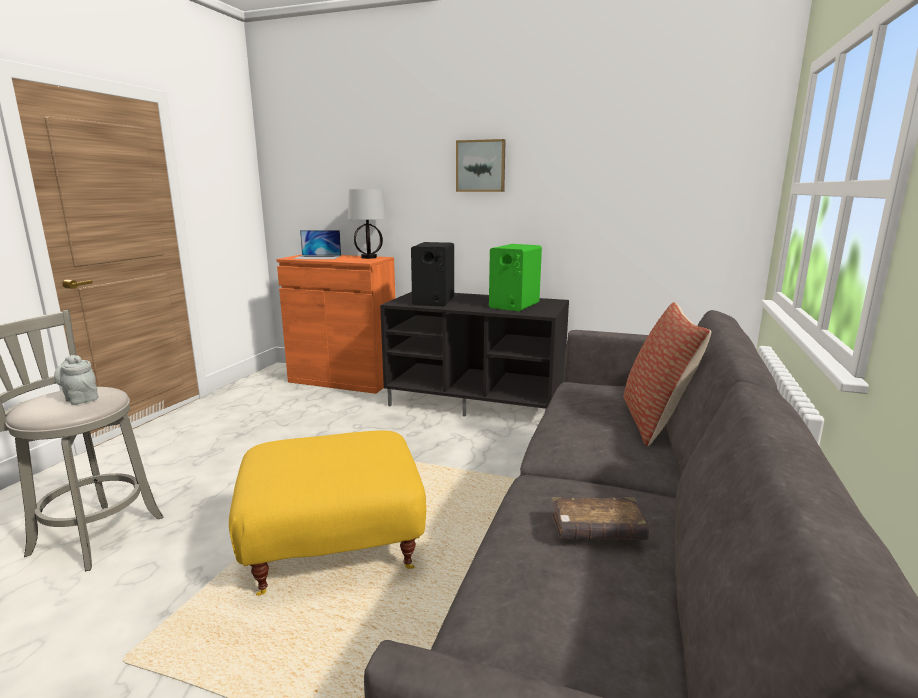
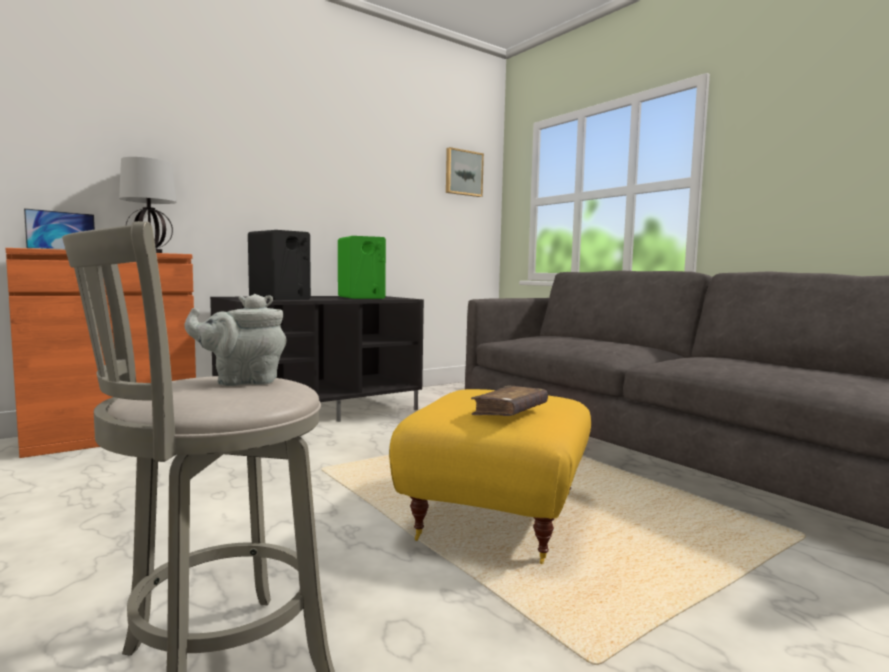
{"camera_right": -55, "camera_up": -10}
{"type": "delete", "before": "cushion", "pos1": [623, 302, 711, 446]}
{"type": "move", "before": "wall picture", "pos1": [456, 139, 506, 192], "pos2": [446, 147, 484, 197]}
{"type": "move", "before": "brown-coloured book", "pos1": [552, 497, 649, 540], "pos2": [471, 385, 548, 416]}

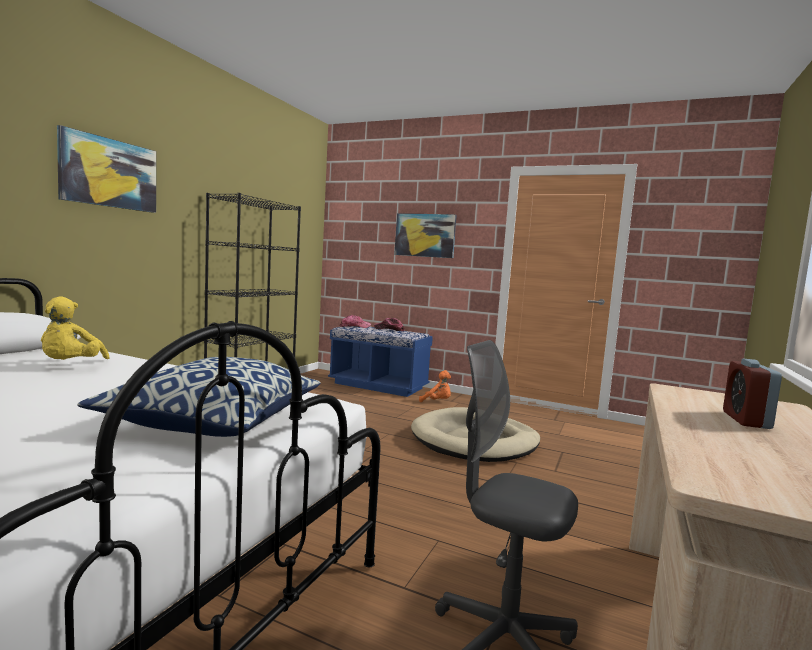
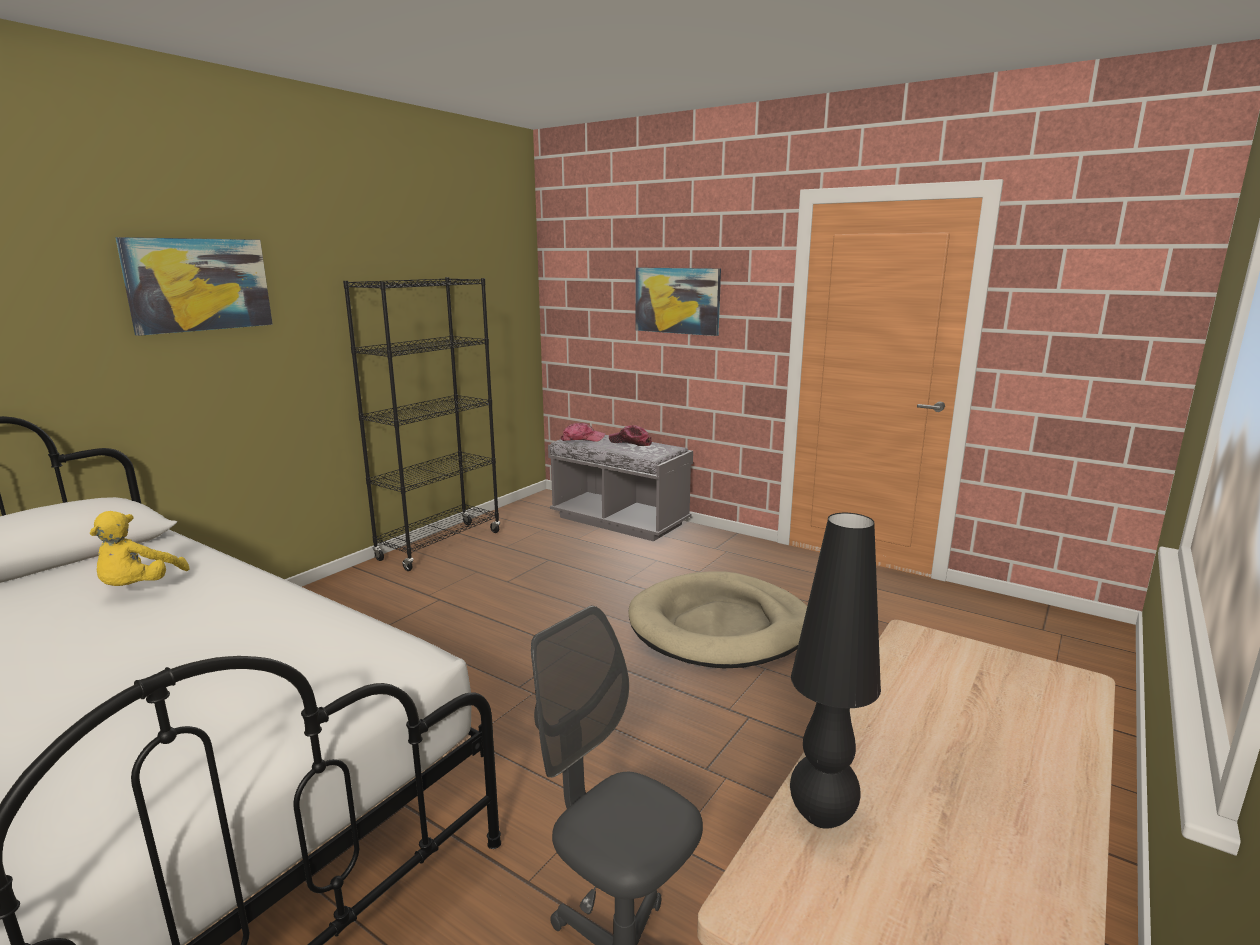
{"camera_right": 10, "camera_up": 10}
{"type": "delete", "before": "cushion", "pos1": [77, 357, 321, 437]}
{"type": "delete", "before": "orangey plush toy", "pos1": [419, 370, 451, 402]}
{"type": "delete", "before": "table clock", "pos1": [723, 359, 782, 429]}
{"type": "insert", "after": "black-coloured tabletop lamp", "pos2": [790, 513, 881, 829]}
{"type": "recolor", "before": "blue bench", "after": "greyish bench", "pos1": [328, 326, 433, 397], "pos2": [548, 435, 693, 541]}

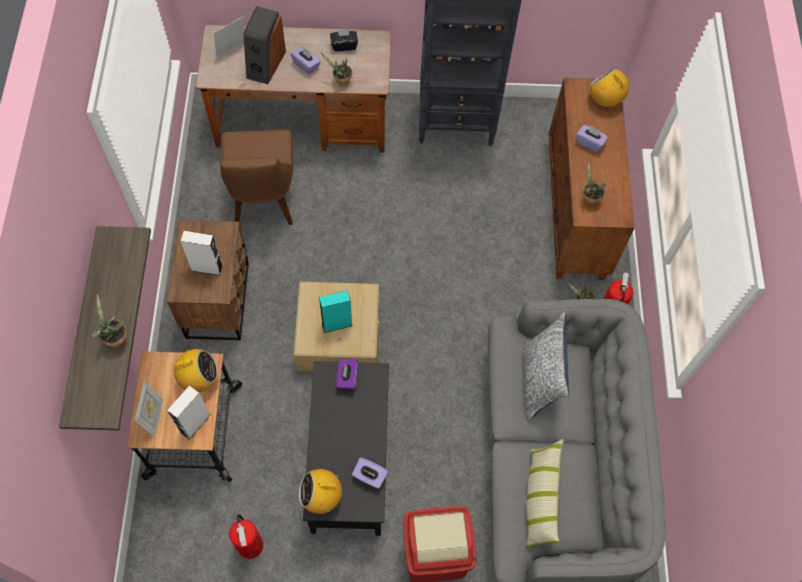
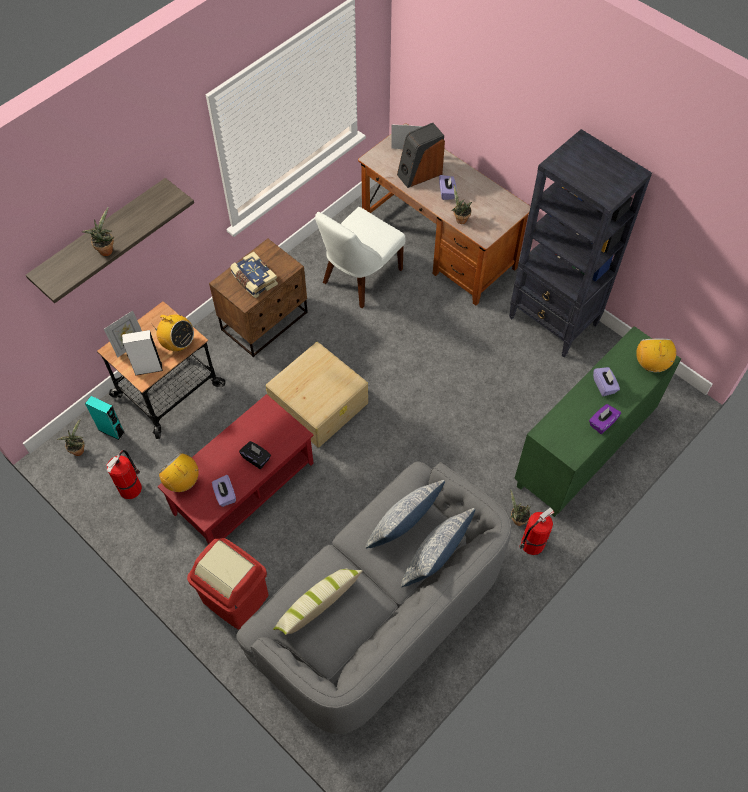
{"camera_right": 45, "camera_up": -5}
{"type": "insert", "after": "cushion", "pos2": [401, 508, 475, 587]}
{"type": "move", "before": "blue-green loudspeaker", "pos1": [319, 290, 352, 333], "pos2": [85, 396, 125, 440]}
{"type": "move", "before": "black-coloured box of tissues", "pos1": [330, 29, 358, 51], "pos2": [239, 441, 271, 469]}
{"type": "move", "before": "purple-coloured box of tissues", "pos1": [336, 359, 358, 390], "pos2": [589, 404, 621, 434]}
{"type": "move", "before": "potted plant", "pos1": [582, 161, 607, 206], "pos2": [57, 418, 85, 456]}
{"type": "replace", "before": "white-coloured loudspeaker", "after": "book", "pos1": [181, 231, 223, 276], "pos2": [230, 252, 278, 298]}
{"type": "recolor", "before": "brown-coloured upright chair", "after": "white-coloured upright chair", "pos1": [220, 130, 293, 225], "pos2": [315, 207, 405, 308]}
{"type": "recolor", "before": "black-coloured lounge table", "after": "reddish lounge table", "pos1": [303, 361, 389, 536], "pos2": [158, 394, 314, 545]}
{"type": "recolor", "before": "brown-coloured cupboard", "after": "green-coloured cupboard", "pos1": [549, 78, 635, 280], "pos2": [514, 326, 681, 517]}

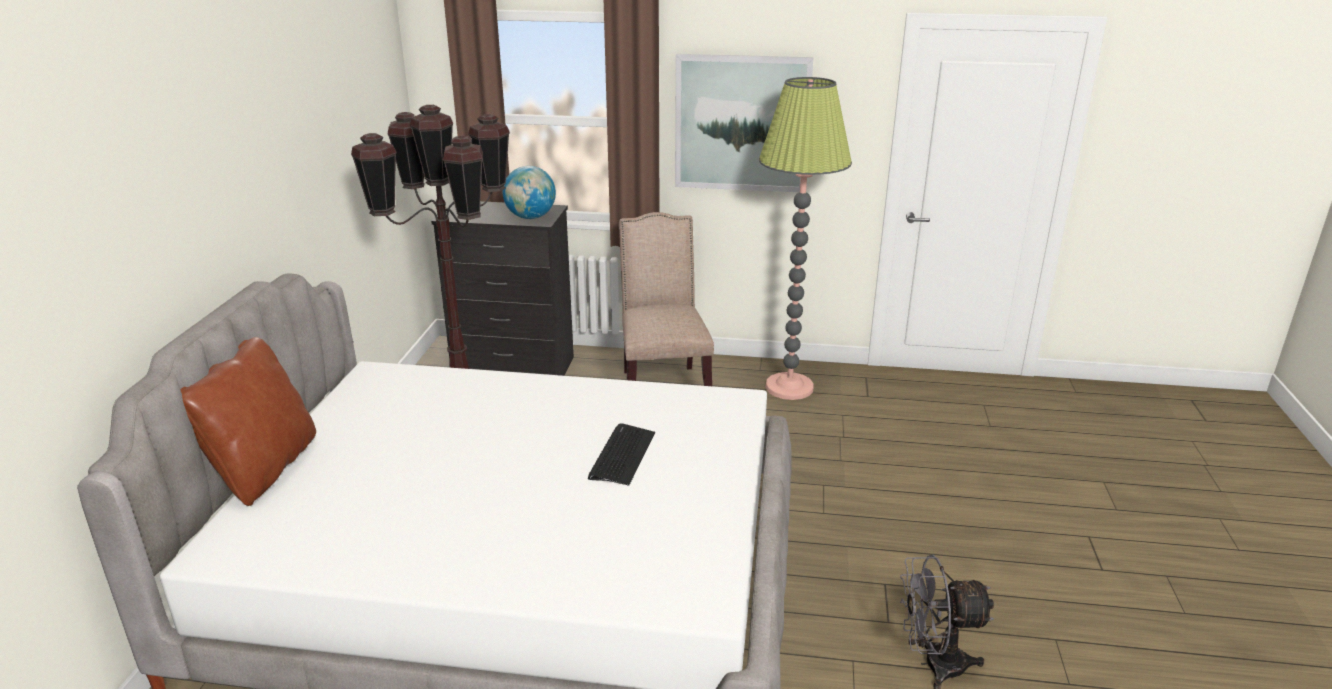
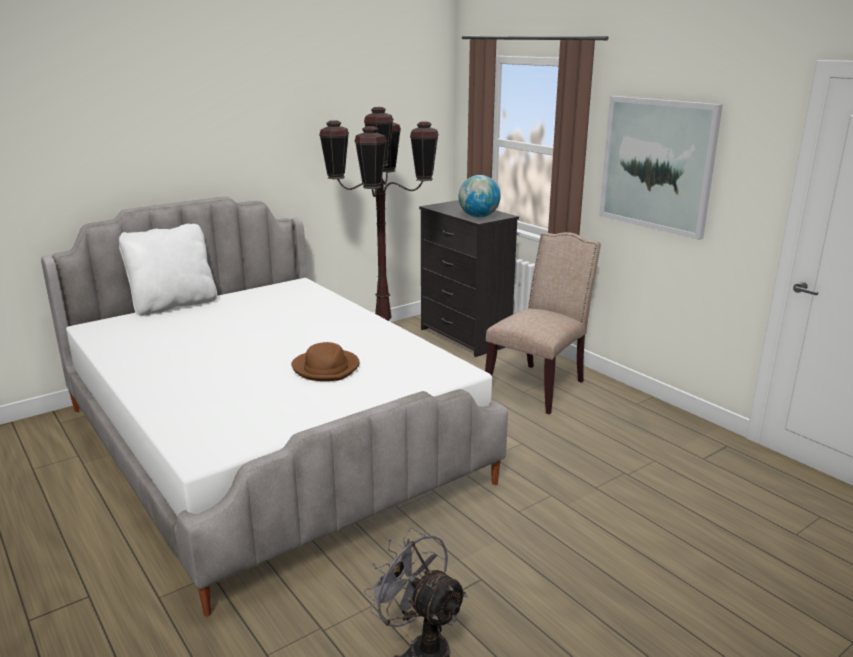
{"camera_right": 45, "camera_up": -5}
{"type": "delete", "before": "standing lamp", "pos1": [759, 77, 852, 400]}
{"type": "replace", "before": "PC keyboard", "after": "brown-coloured hat", "pos1": [588, 423, 655, 486], "pos2": [291, 342, 359, 381]}
{"type": "recolor", "before": "brown-coloured cushion", "after": "white-coloured cushion", "pos1": [180, 337, 316, 506], "pos2": [119, 224, 217, 316]}

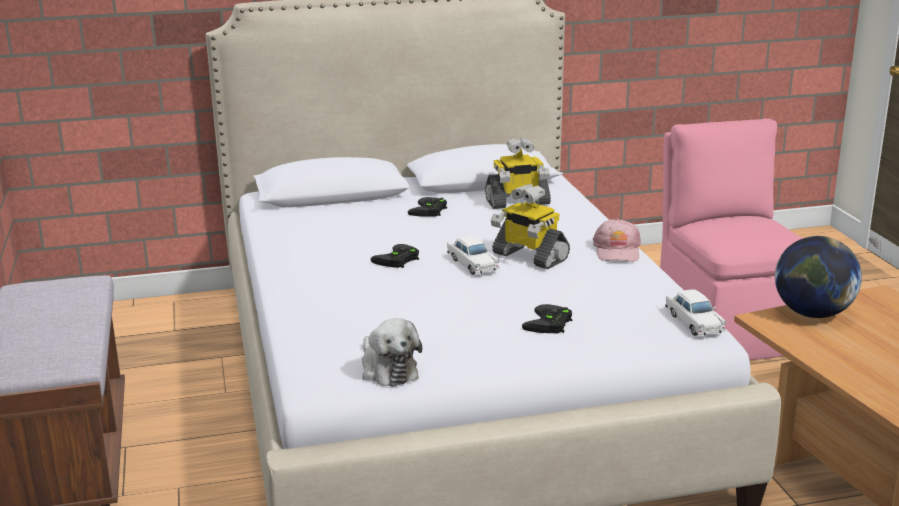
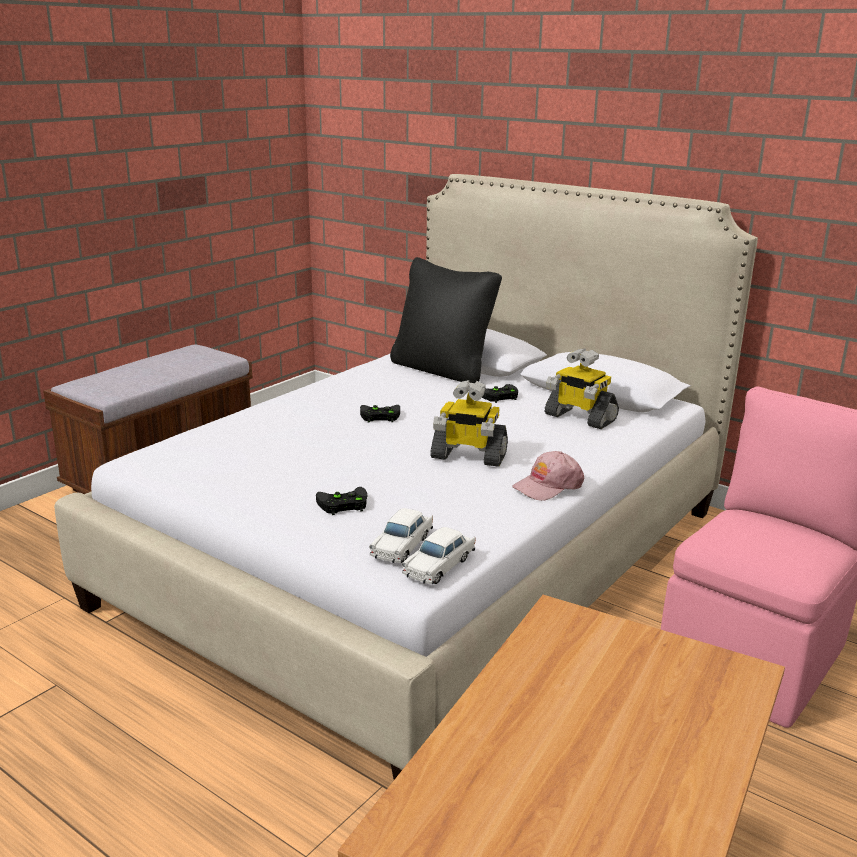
{"camera_right": 50, "camera_up": 0}
{"type": "delete", "before": "plush toy", "pos1": [362, 318, 422, 387]}
{"type": "delete", "before": "world globe", "pos1": [775, 236, 862, 318]}
{"type": "insert", "after": "black-coloured cushion", "pos2": [390, 257, 502, 383]}
{"type": "move", "before": "white-coloured miniature car", "pos1": [447, 235, 499, 275], "pos2": [369, 508, 433, 563]}
{"type": "rotate", "before": "model robot", "pos1": [491, 184, 570, 269], "pos2": [431, 380, 508, 467], "turn": -75}

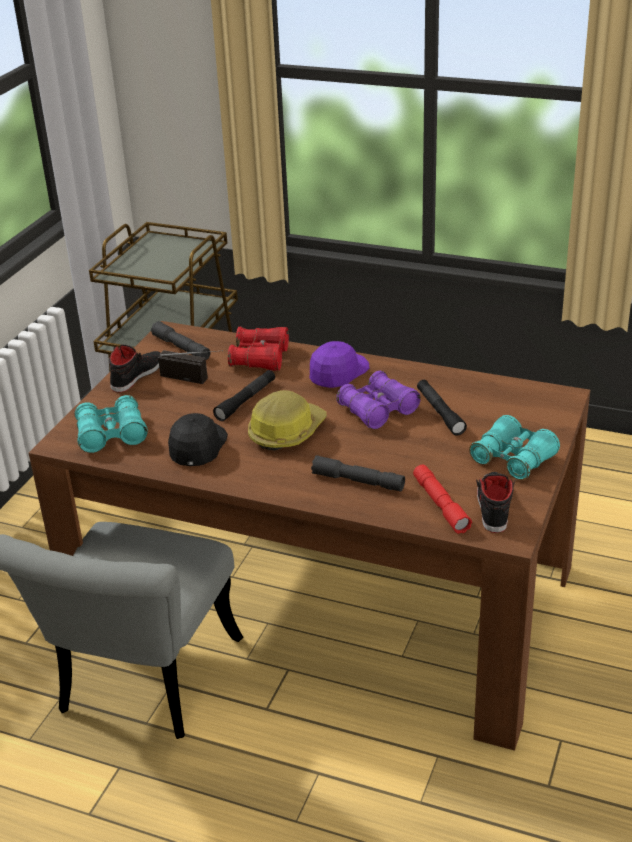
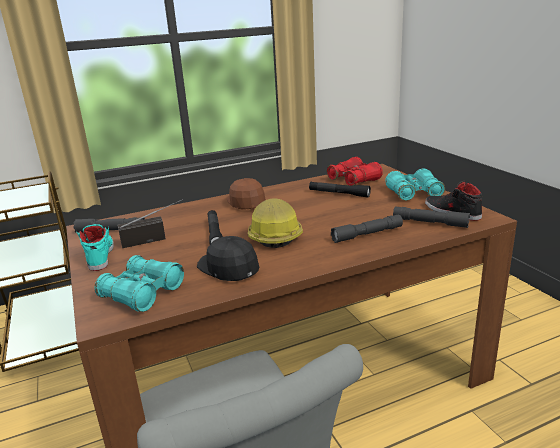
{"camera_right": -45, "camera_up": -10}
{"type": "delete", "before": "purple-coloured binoculars", "pos1": [336, 371, 421, 429]}
{"type": "move", "before": "reddish binoculars", "pos1": [228, 326, 289, 371], "pos2": [327, 157, 383, 186]}
{"type": "recolor", "before": "black-coloured low shoe", "after": "blue-green low shoe", "pos1": [109, 344, 160, 393], "pos2": [76, 224, 114, 271]}
{"type": "recolor", "before": "purple-coloured cap", "after": "brown-coloured cap", "pos1": [309, 341, 369, 388], "pos2": [227, 178, 266, 210]}
{"type": "recolor", "before": "reddish hand torch", "after": "greyish hand torch", "pos1": [413, 465, 472, 534], "pos2": [393, 207, 470, 228]}

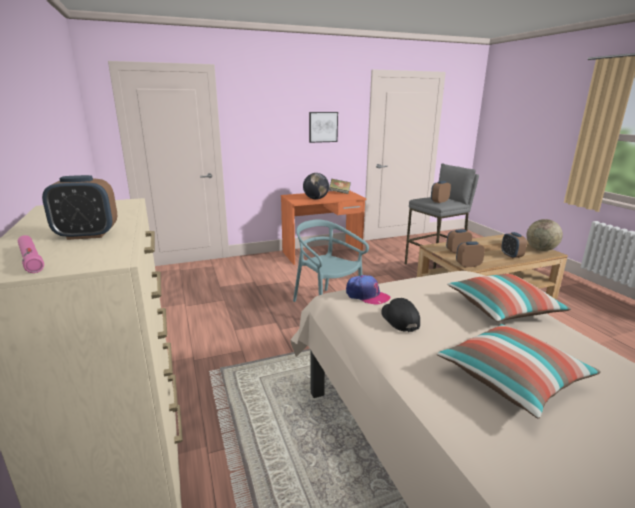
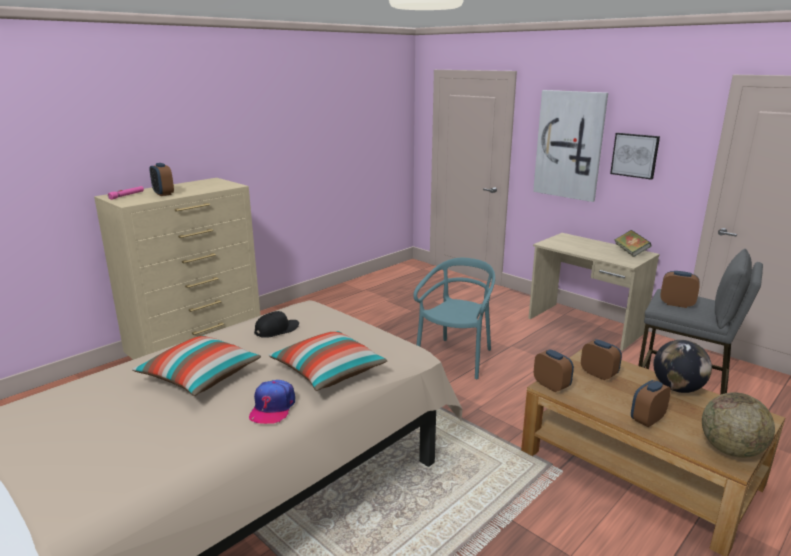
{"camera_right": 65, "camera_up": 0}
{"type": "insert", "after": "wall picture", "pos2": [533, 90, 608, 202]}
{"type": "move", "before": "world globe", "pos1": [303, 173, 329, 200], "pos2": [654, 340, 712, 393]}
{"type": "move", "before": "cap", "pos1": [346, 275, 390, 305], "pos2": [249, 380, 295, 424]}
{"type": "recolor", "before": "orangey desk table", "after": "beige-coloured desk table", "pos1": [281, 190, 367, 265], "pos2": [528, 233, 660, 351]}

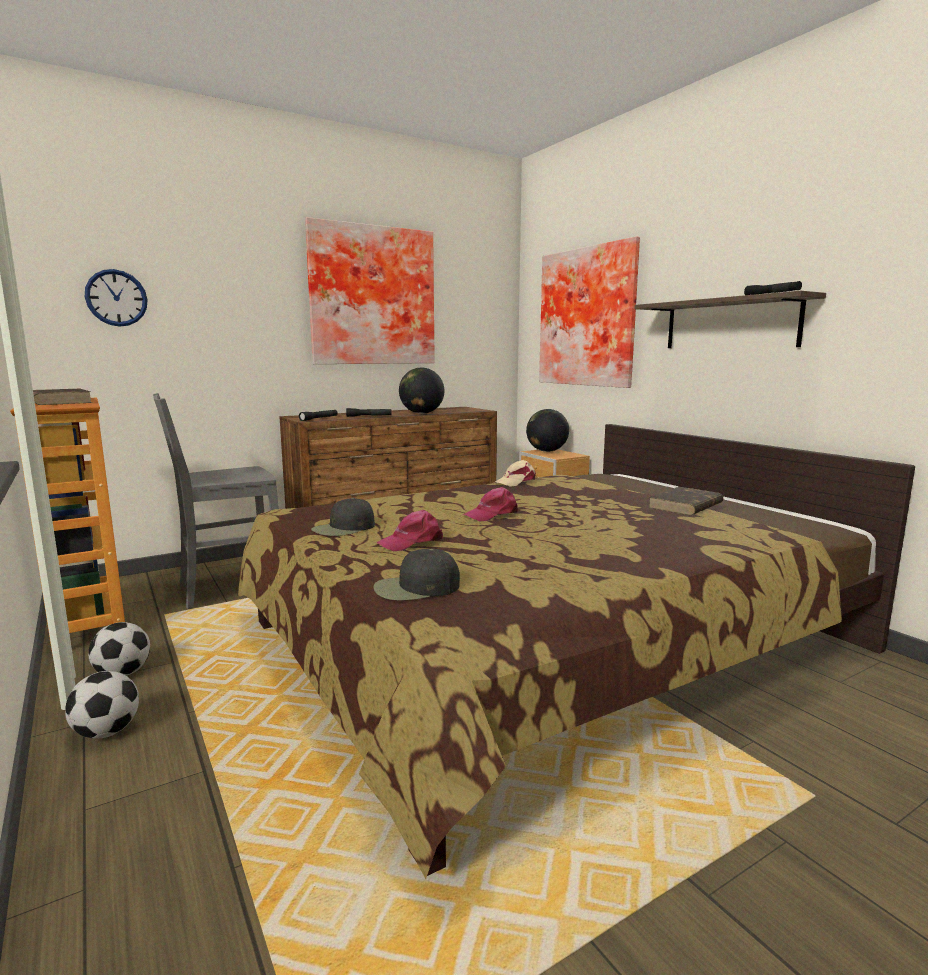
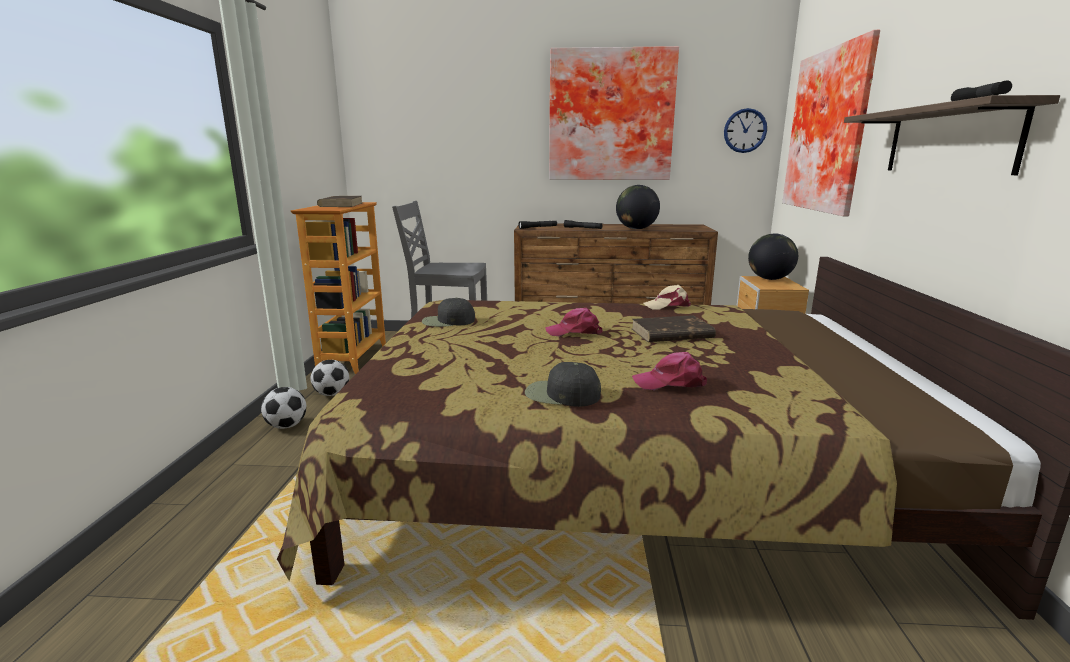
{"camera_right": 35, "camera_up": 5}
{"type": "move", "before": "wall clock", "pos1": [85, 269, 148, 327], "pos2": [724, 108, 767, 153]}
{"type": "move", "before": "black-coloured cap", "pos1": [373, 549, 460, 600], "pos2": [525, 362, 601, 407]}
{"type": "move", "before": "pink-coloured cap", "pos1": [376, 510, 443, 551], "pos2": [632, 352, 707, 390]}
{"type": "move", "before": "brown-coloured book", "pos1": [648, 487, 724, 515], "pos2": [632, 315, 716, 342]}

